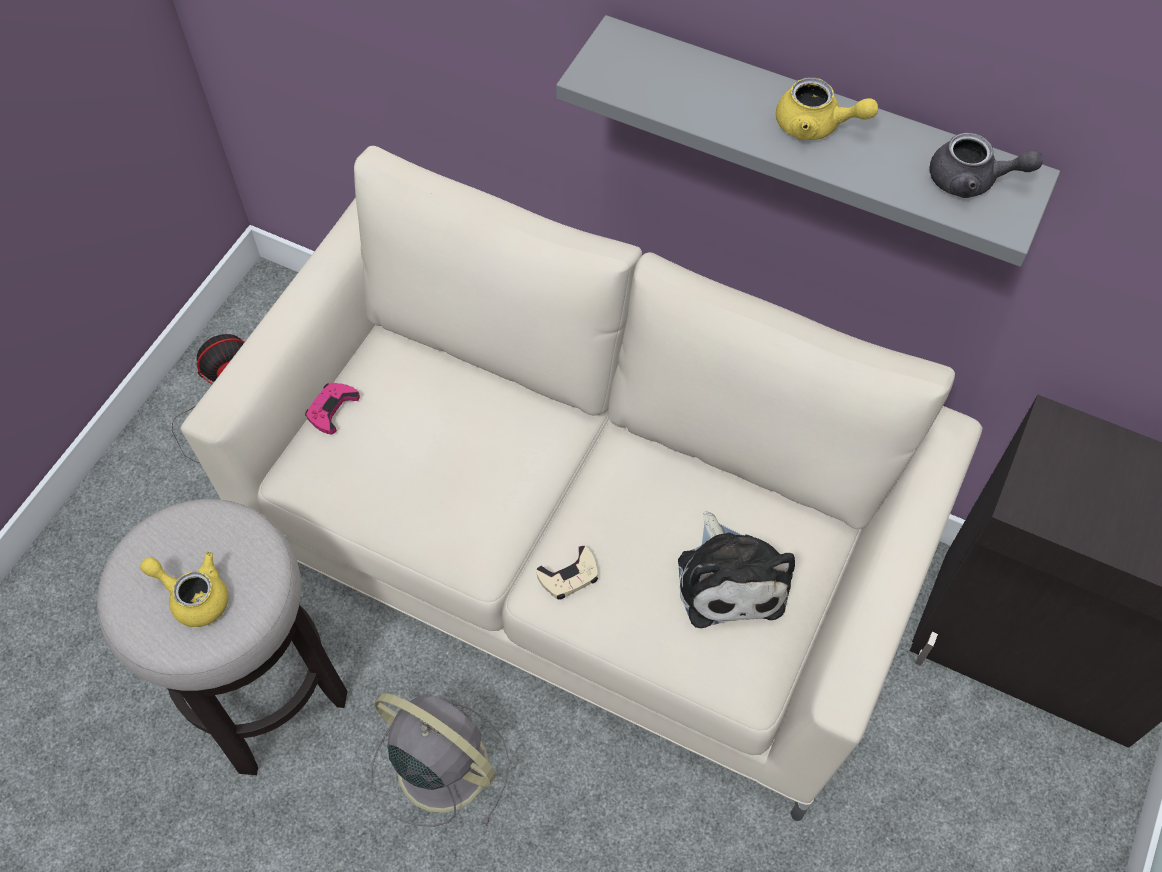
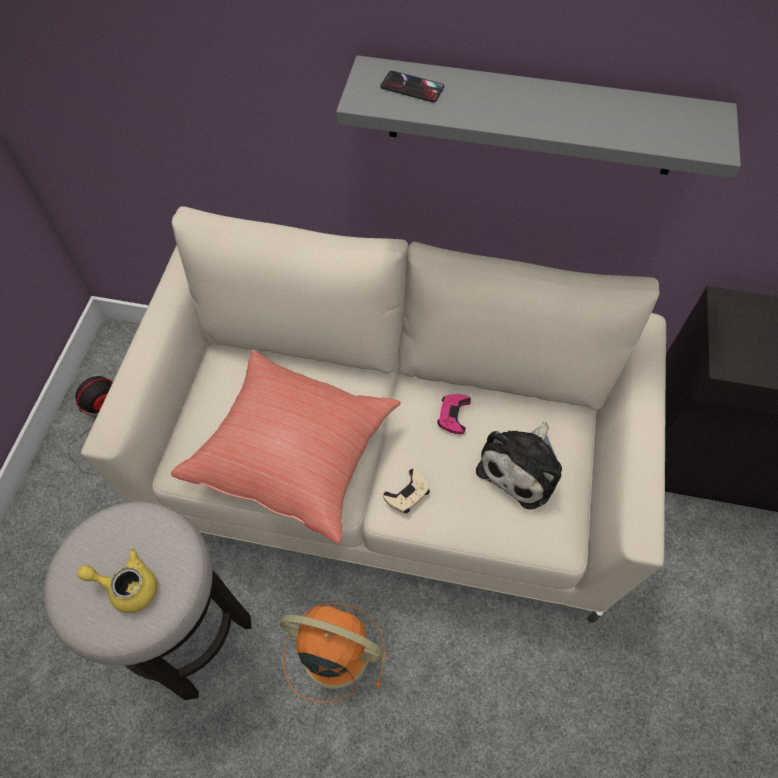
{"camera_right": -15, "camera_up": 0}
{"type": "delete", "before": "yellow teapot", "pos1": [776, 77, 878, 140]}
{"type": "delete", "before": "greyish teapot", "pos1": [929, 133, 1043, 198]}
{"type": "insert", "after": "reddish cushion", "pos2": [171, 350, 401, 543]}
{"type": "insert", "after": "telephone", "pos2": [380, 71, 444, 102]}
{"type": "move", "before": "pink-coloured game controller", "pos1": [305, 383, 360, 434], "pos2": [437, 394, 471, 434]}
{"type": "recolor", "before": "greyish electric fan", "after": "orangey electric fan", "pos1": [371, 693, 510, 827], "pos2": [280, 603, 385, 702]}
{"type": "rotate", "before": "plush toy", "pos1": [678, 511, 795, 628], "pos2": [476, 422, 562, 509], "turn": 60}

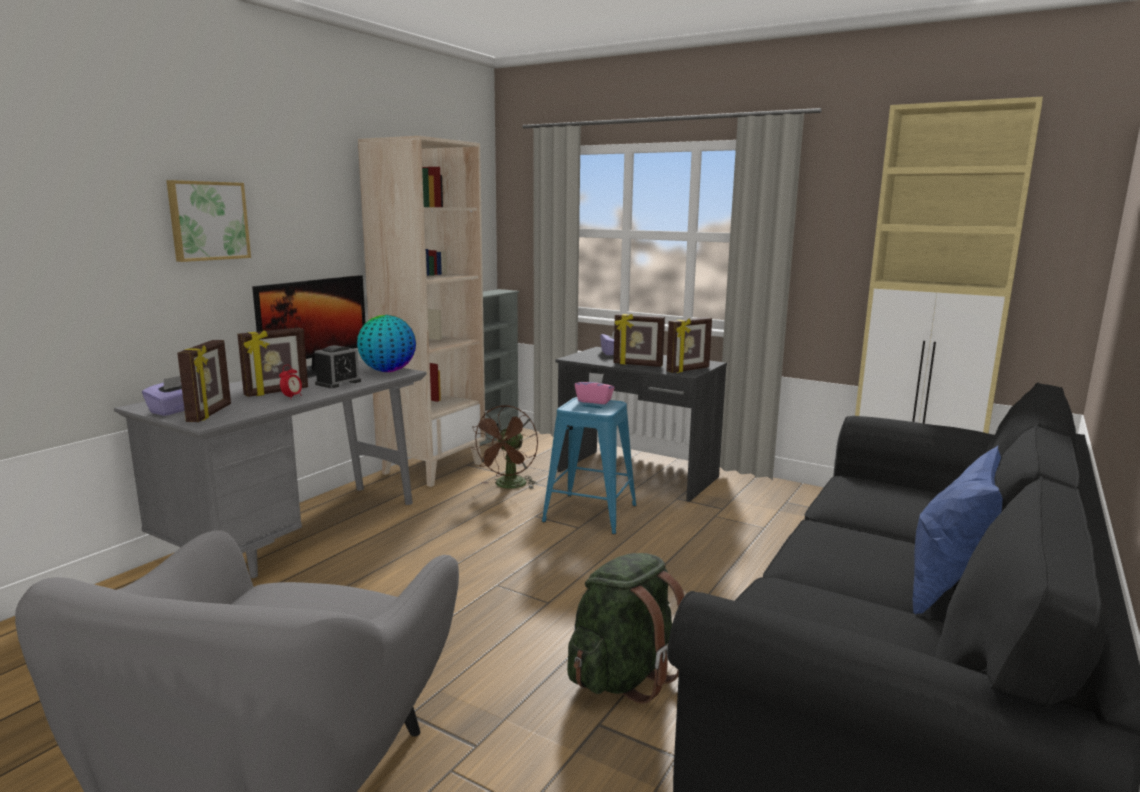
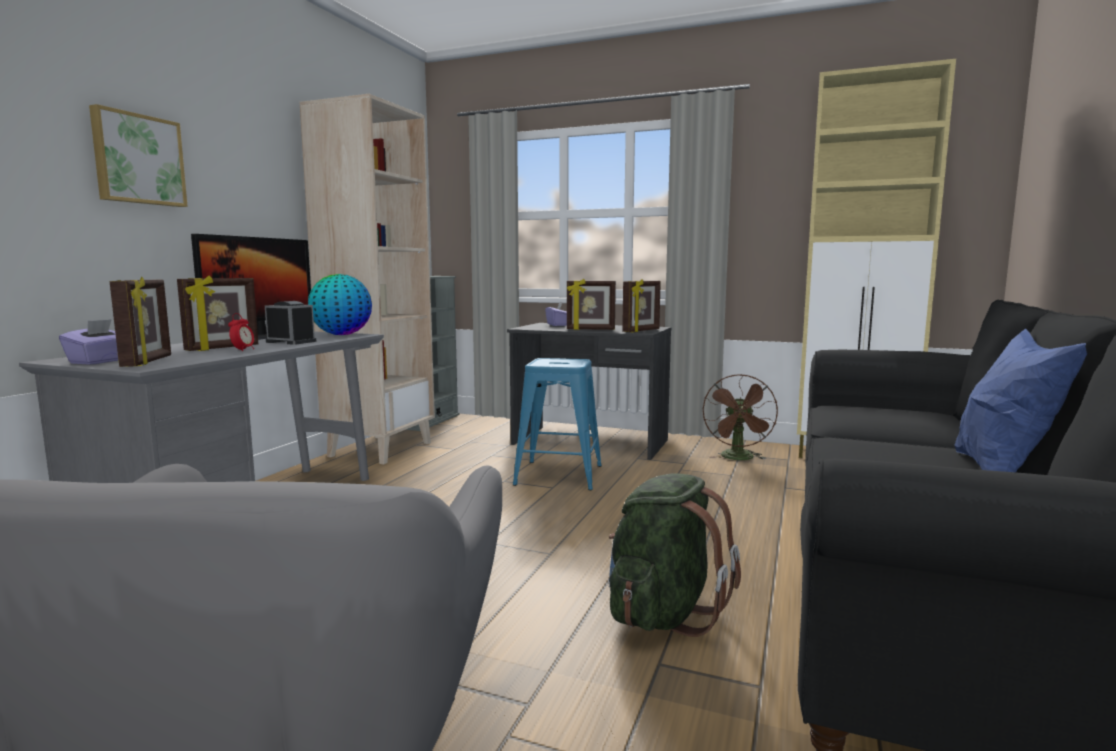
{"camera_right": -10, "camera_up": -5}
{"type": "delete", "before": "pink-coloured box of tissues", "pos1": [575, 372, 615, 404]}
{"type": "move", "before": "brown-coloured electric fan", "pos1": [470, 405, 538, 489], "pos2": [703, 374, 778, 460]}
{"type": "rotate", "before": "table clock", "pos1": [315, 345, 361, 388], "pos2": [265, 301, 316, 345], "turn": -90}

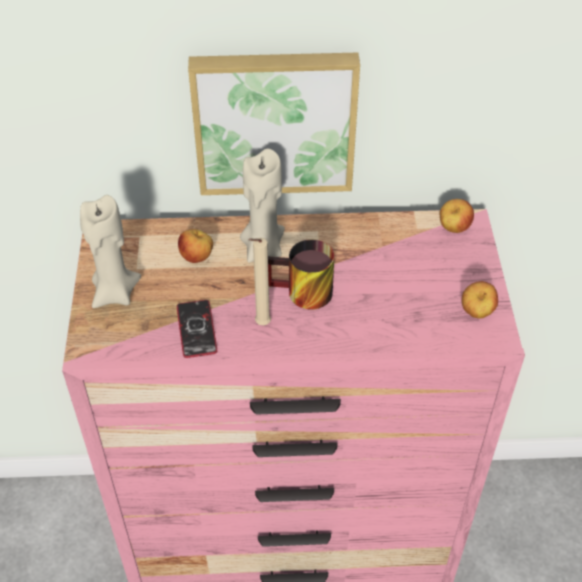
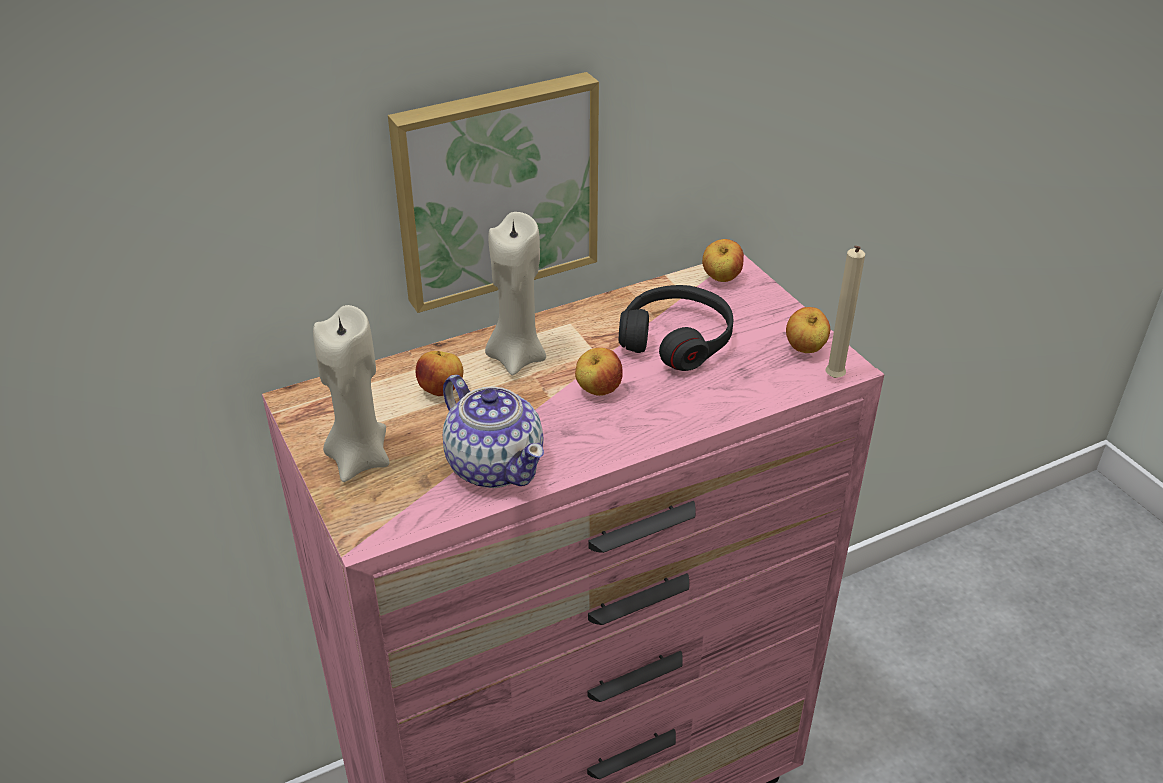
{"camera_right": -25, "camera_up": -10}
{"type": "insert", "after": "black-coloured headphones", "pos2": [619, 285, 733, 371]}
{"type": "move", "before": "beige-coloured candle", "pos1": [248, 238, 271, 325], "pos2": [826, 246, 865, 378]}
{"type": "replace", "before": "telephone", "after": "teapot", "pos1": [177, 300, 217, 358], "pos2": [443, 375, 544, 488]}
{"type": "replace", "before": "mug", "after": "apple fruit", "pos1": [268, 239, 334, 309], "pos2": [575, 348, 623, 396]}

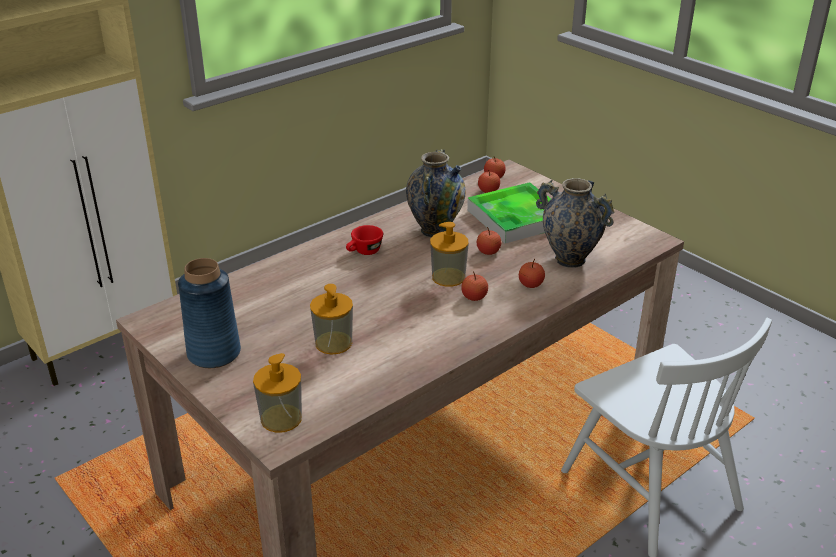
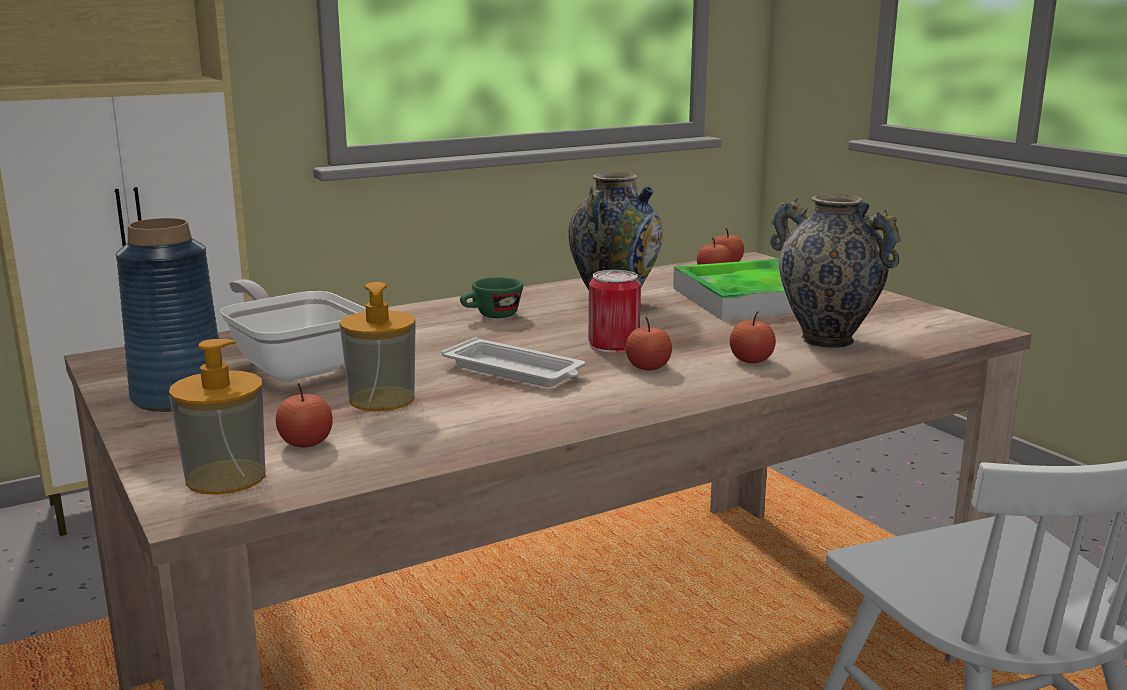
{"camera_right": 10, "camera_up": -15}
{"type": "insert", "after": "skillet", "pos2": [220, 279, 366, 381]}
{"type": "insert", "after": "white-coloured carrying tray", "pos2": [442, 337, 585, 387]}
{"type": "move", "before": "apple fruit", "pos1": [477, 227, 501, 255], "pos2": [276, 383, 333, 448]}
{"type": "replace", "before": "liquid soap bottle", "after": "metal can", "pos1": [430, 222, 469, 287], "pos2": [589, 270, 641, 354]}
{"type": "recolor", "before": "reddish drinking cup", "after": "green-coloured drinking cup", "pos1": [346, 225, 383, 255], "pos2": [460, 277, 523, 318]}

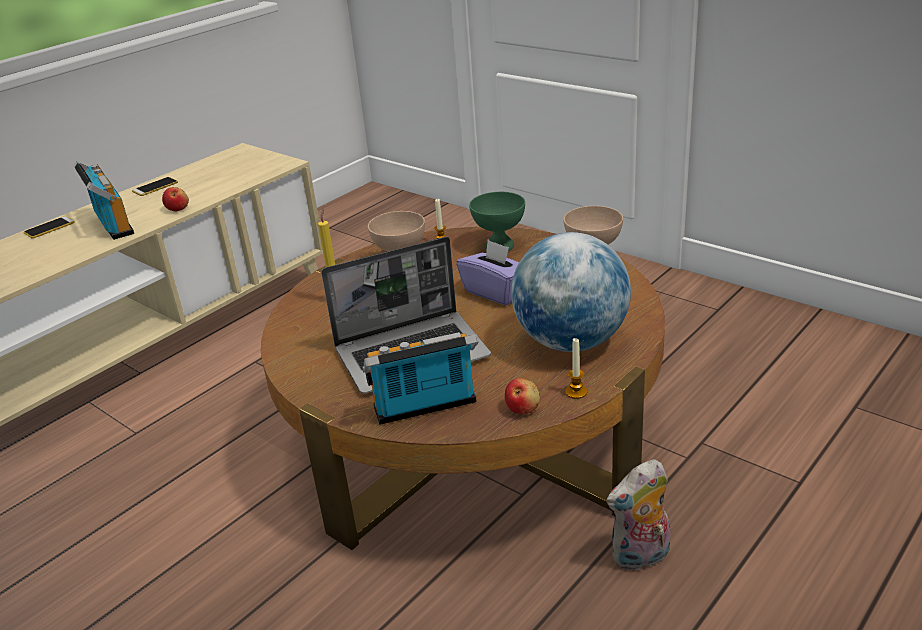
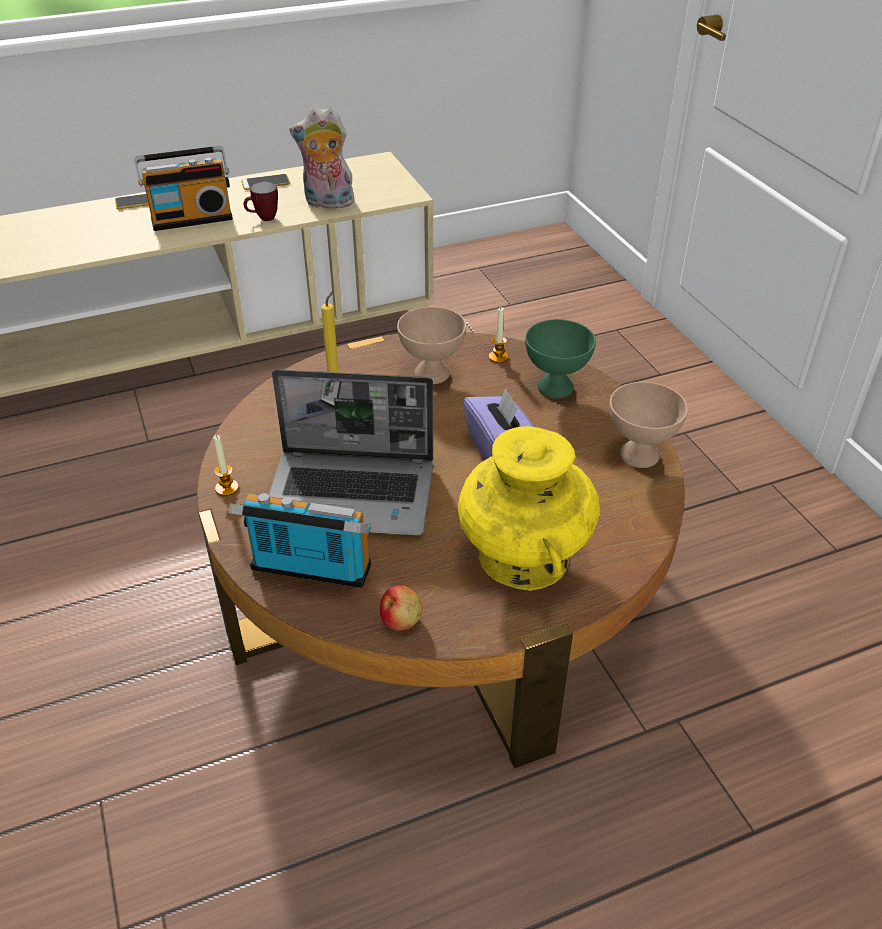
{"camera_right": 25, "camera_up": 10}
{"type": "move", "before": "candle", "pos1": [565, 338, 587, 399], "pos2": [213, 435, 239, 496]}
{"type": "move", "before": "plush toy", "pos1": [607, 459, 670, 571], "pos2": [290, 107, 355, 209]}
{"type": "replace", "before": "apple fruit", "after": "mug", "pos1": [162, 187, 189, 211], "pos2": [244, 182, 278, 221]}
{"type": "replace", "before": "world globe", "after": "yellow flower vase", "pos1": [511, 232, 631, 352], "pos2": [458, 426, 600, 591]}
{"type": "rotate", "before": "radio set", "pos1": [74, 161, 134, 240], "pos2": [134, 146, 233, 231], "turn": 75}

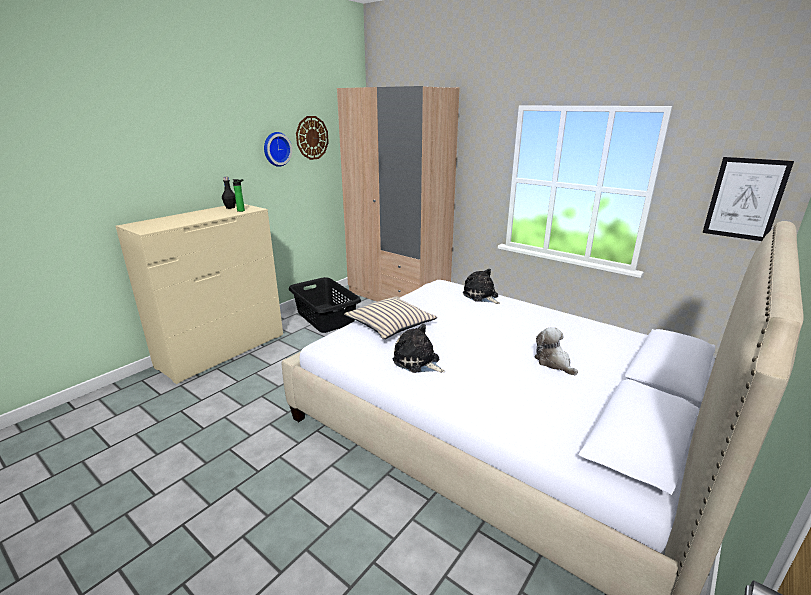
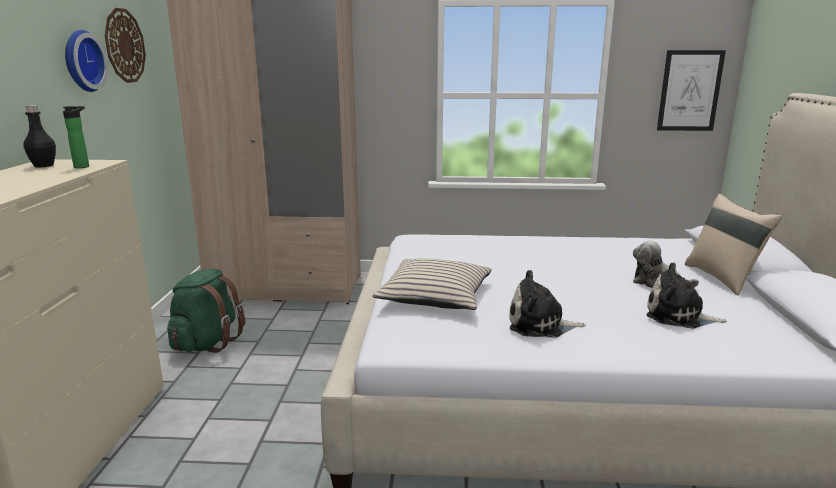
{"camera_right": -35, "camera_up": -5}
{"type": "insert", "after": "beige-coloured cushion", "pos2": [685, 194, 782, 296]}
{"type": "move", "before": "plush toy", "pos1": [463, 268, 500, 304], "pos2": [646, 263, 727, 329]}
{"type": "replace", "before": "black-coloured washing basket", "after": "green-coloured knapsack", "pos1": [289, 277, 361, 333], "pos2": [167, 269, 245, 353]}

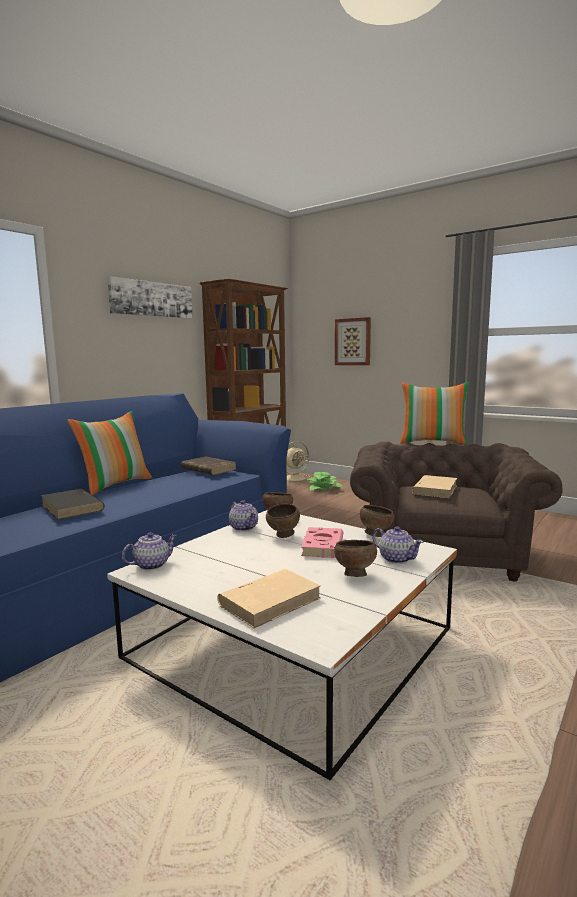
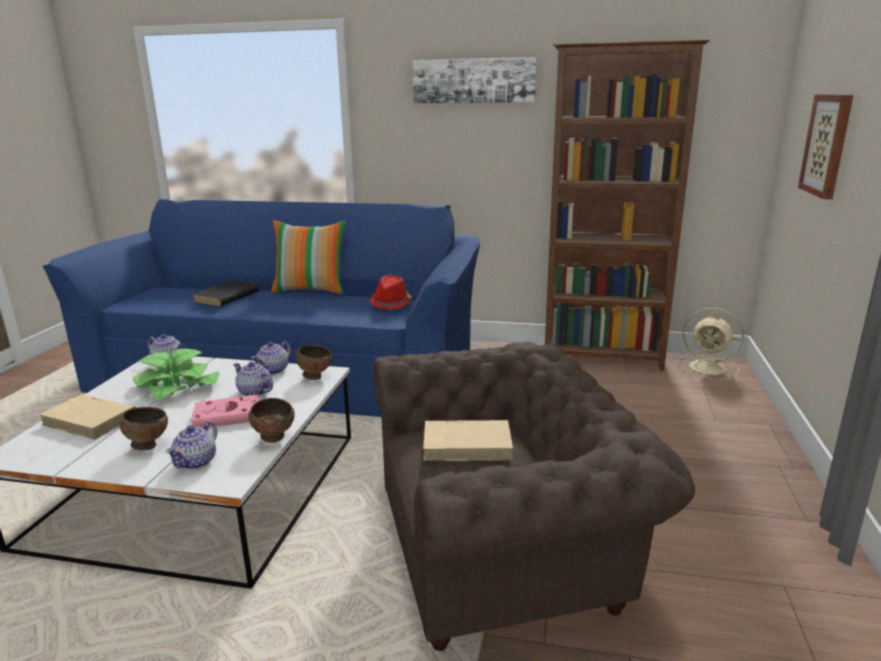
{"camera_right": 65, "camera_up": 10}
{"type": "delete", "before": "cushion", "pos1": [400, 382, 468, 445]}
{"type": "move", "before": "potted plant", "pos1": [307, 472, 343, 492], "pos2": [132, 348, 219, 401]}
{"type": "replace", "before": "brown-coloured book", "after": "reddish hat", "pos1": [180, 456, 237, 475], "pos2": [370, 275, 412, 310]}
{"type": "replace", "before": "brown-coloured serving bowl", "after": "teapot", "pos1": [266, 504, 300, 538], "pos2": [233, 362, 273, 396]}

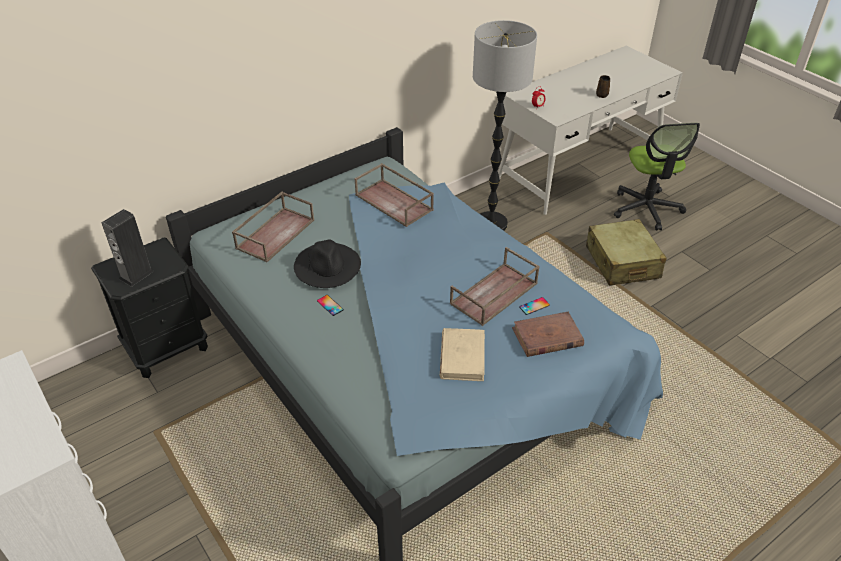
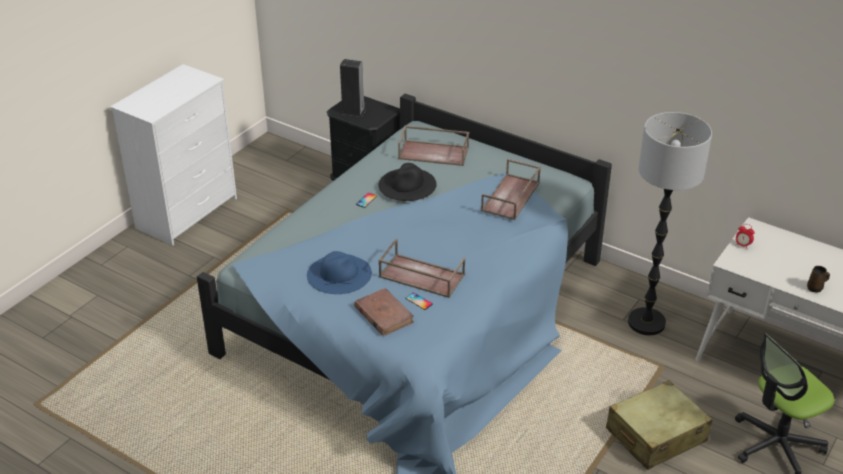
{"camera_right": 70, "camera_up": -5}
{"type": "replace", "before": "beige-coloured book", "after": "blue hat", "pos1": [440, 328, 485, 381], "pos2": [307, 251, 372, 294]}

